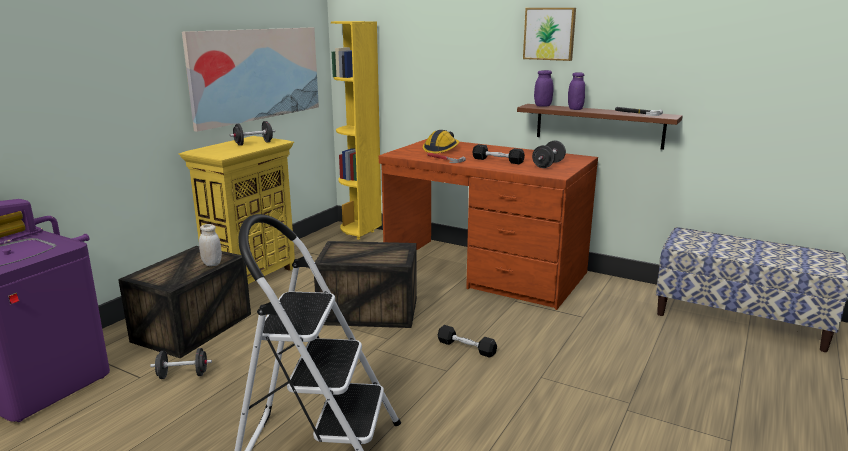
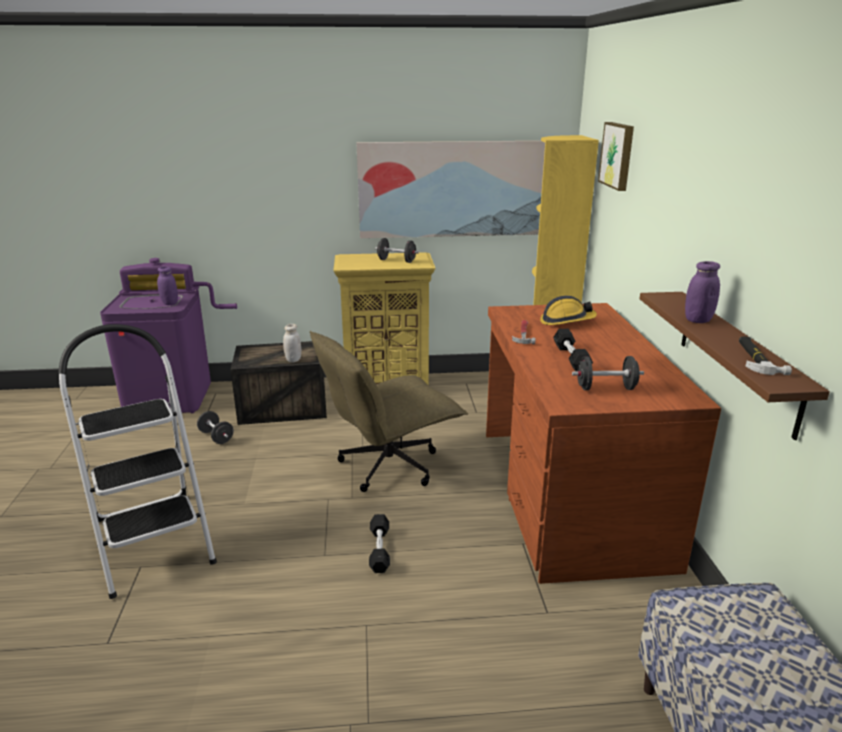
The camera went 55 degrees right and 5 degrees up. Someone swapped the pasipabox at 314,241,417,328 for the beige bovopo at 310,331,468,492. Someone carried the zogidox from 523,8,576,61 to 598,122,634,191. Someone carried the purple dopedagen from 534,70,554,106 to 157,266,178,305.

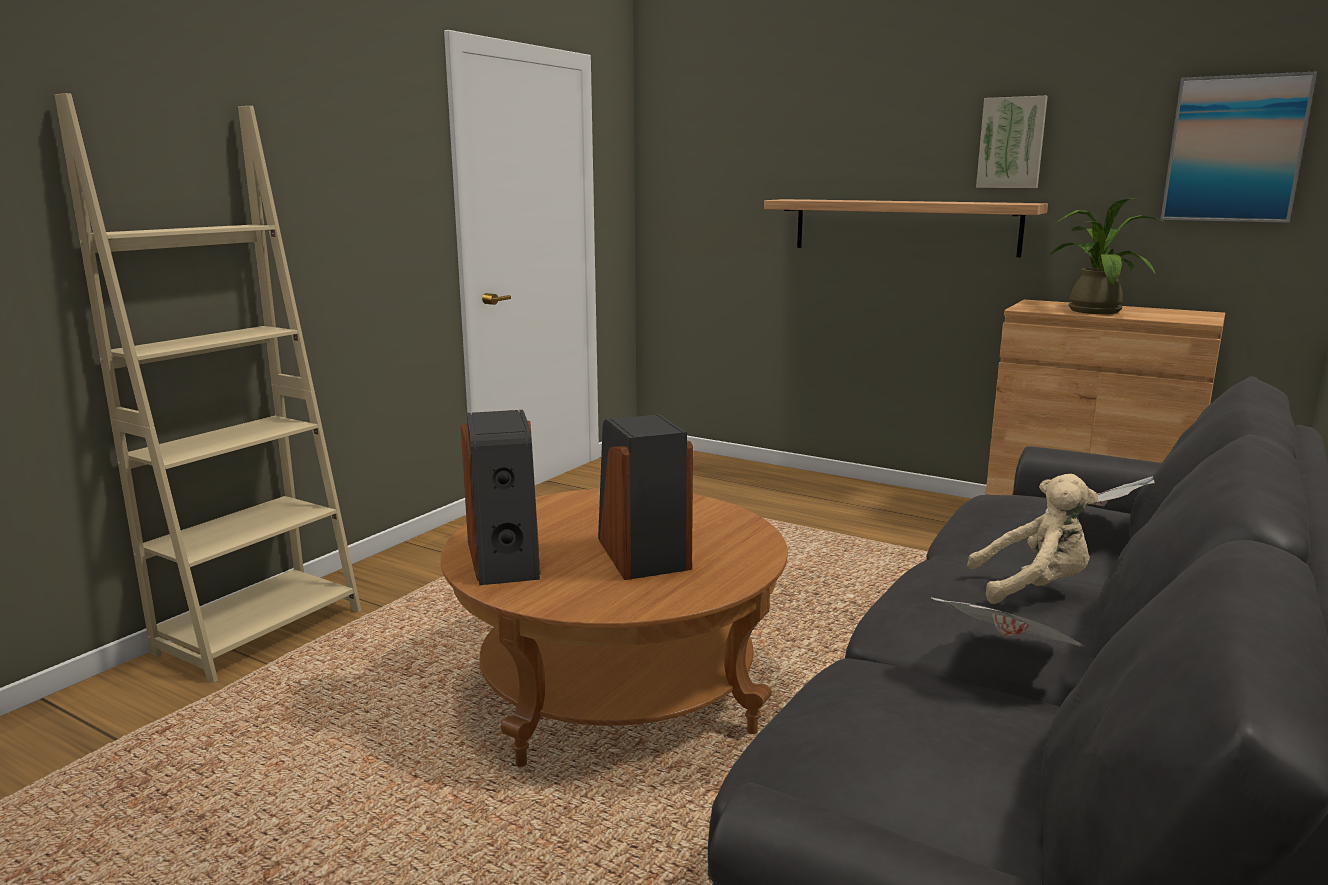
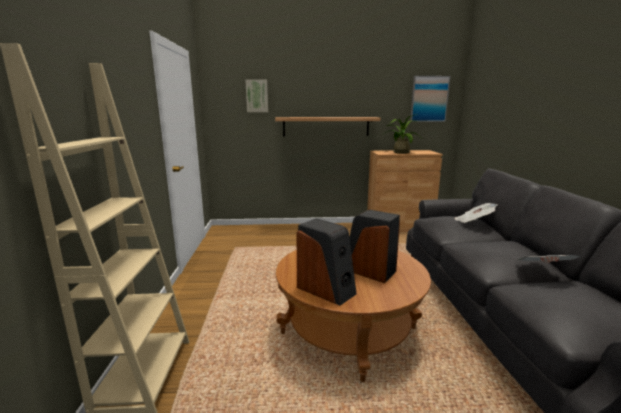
The camera went 35 degrees left and 0 degrees up. Someone took away the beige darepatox at 967,474,1098,604. Someone carried the zogidox from 976,96,1048,188 to 245,79,268,112.

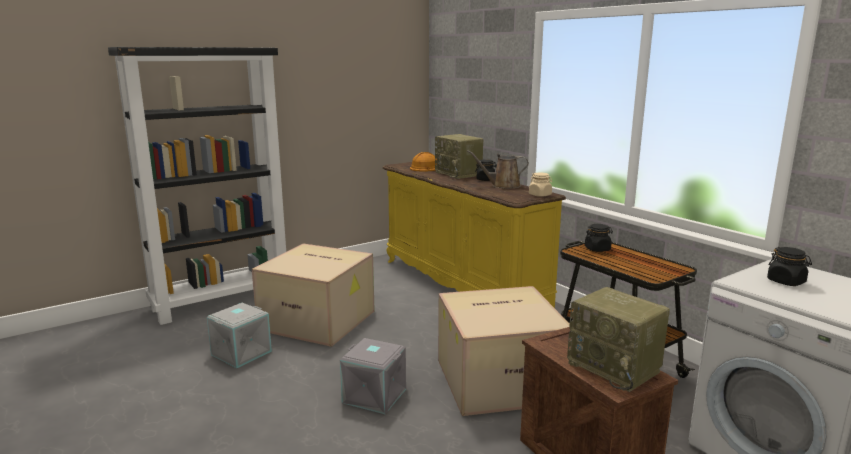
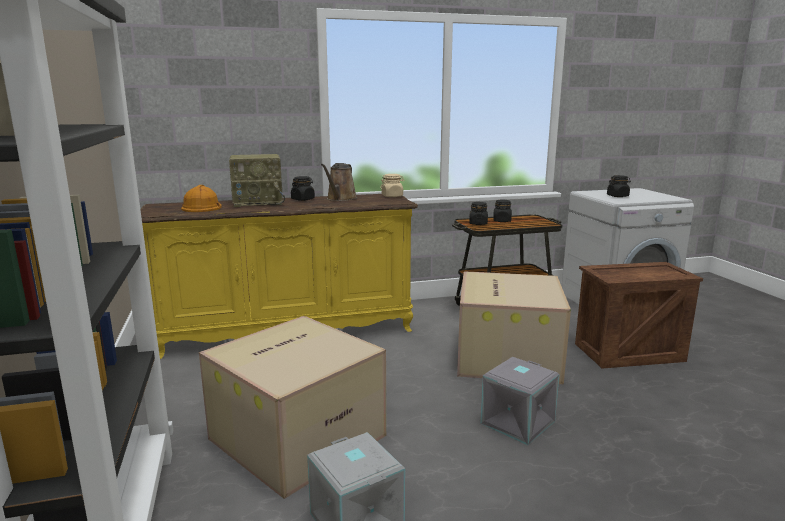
The camera went 70 degrees left and 0 degrees up. Someone took away the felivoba at 567,287,670,392. Someone put down the black dopedagen at 493,200,512,222.

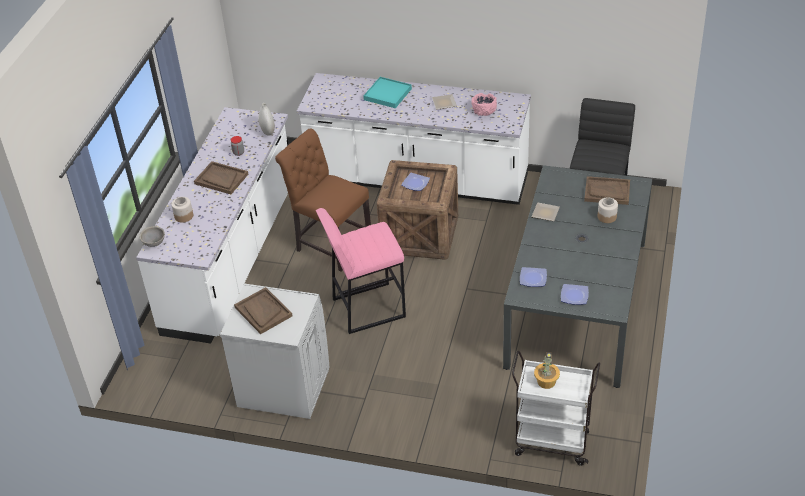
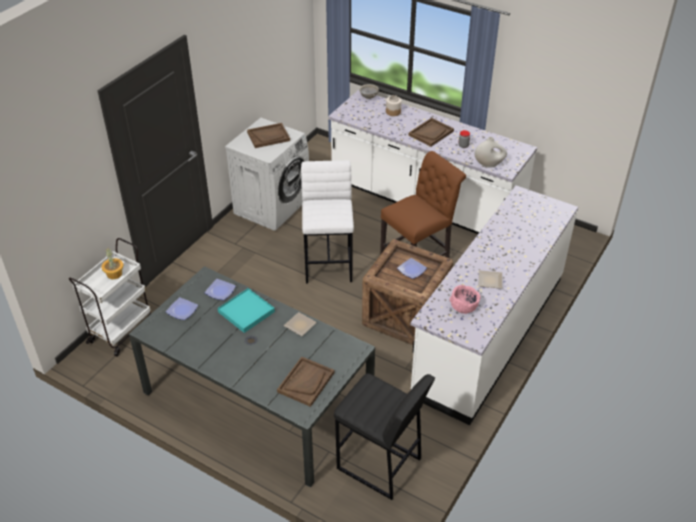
The camera went 105 degrees right and 0 degrees up. Someone repainted the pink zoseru at 316,208,406,334, which became the white zoseru at 301,160,354,284. Someone carried the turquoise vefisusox from 363,77,412,108 to 218,288,275,333. Someone took away the dopedagen at 598,197,618,223.

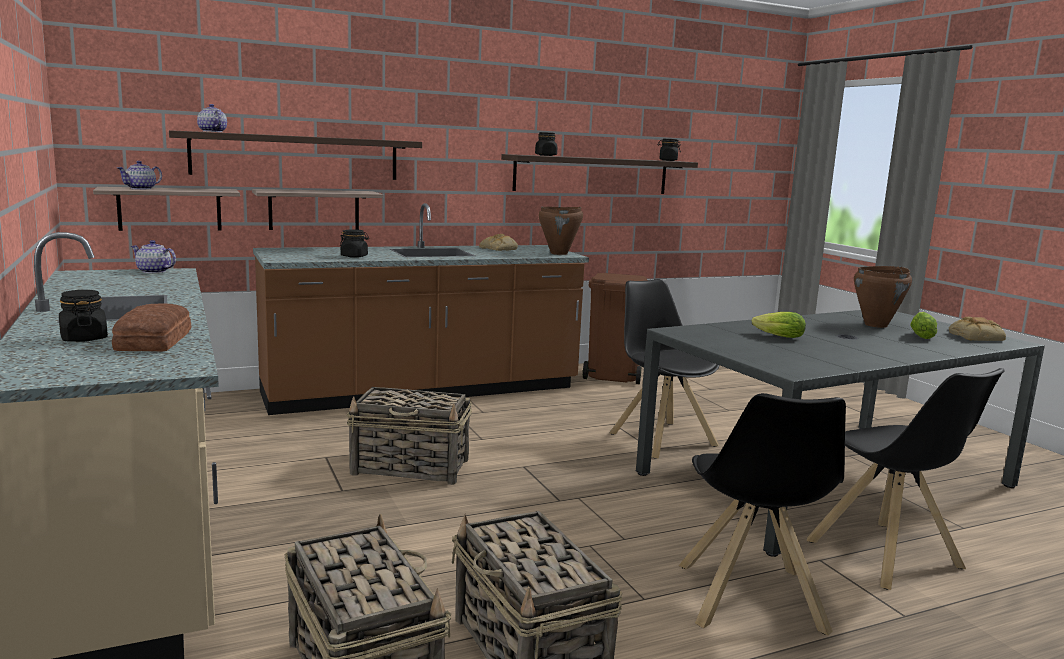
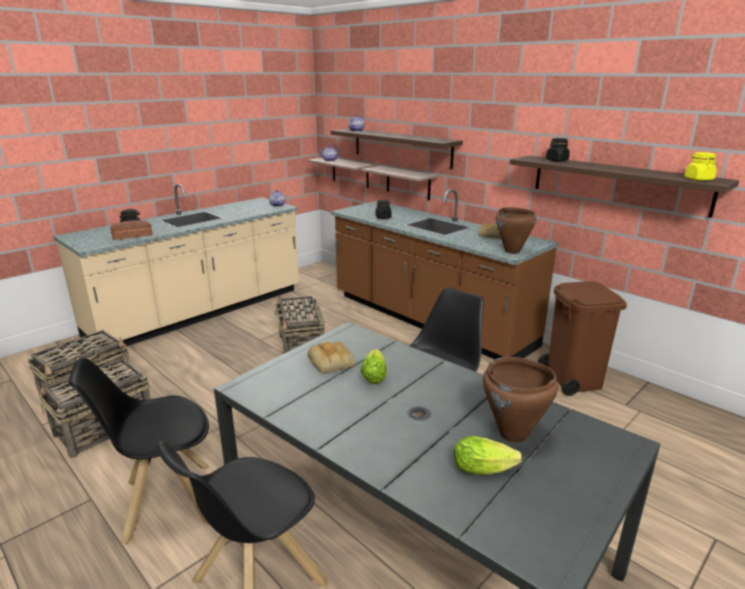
The camera went 70 degrees right and 10 degrees up. Someone repainted the black dopedagen at 658,139,681,161, which became the yellow dopedagen at 684,152,717,181. Someone carried the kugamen from 949,317,1006,341 to 308,341,355,373.

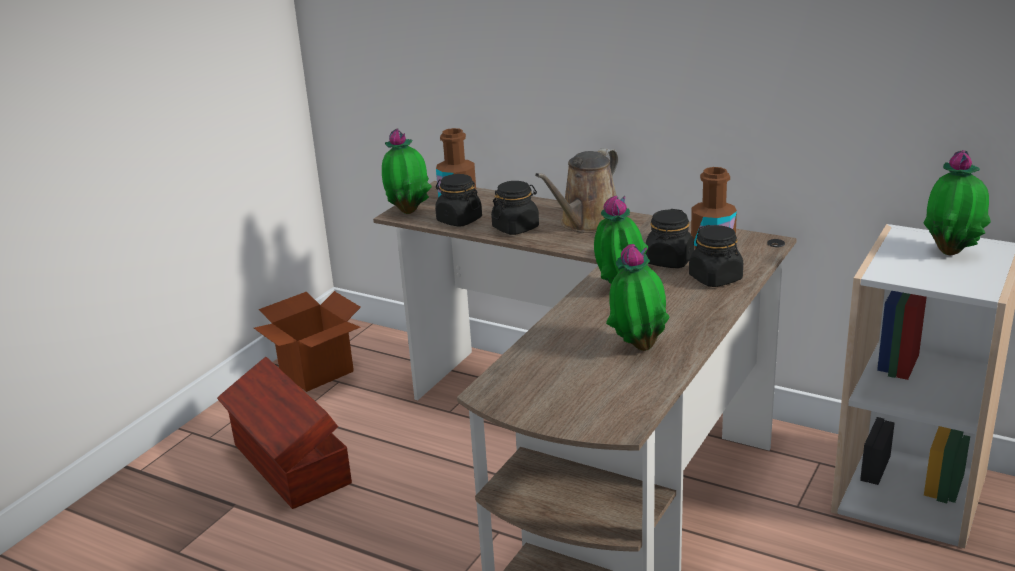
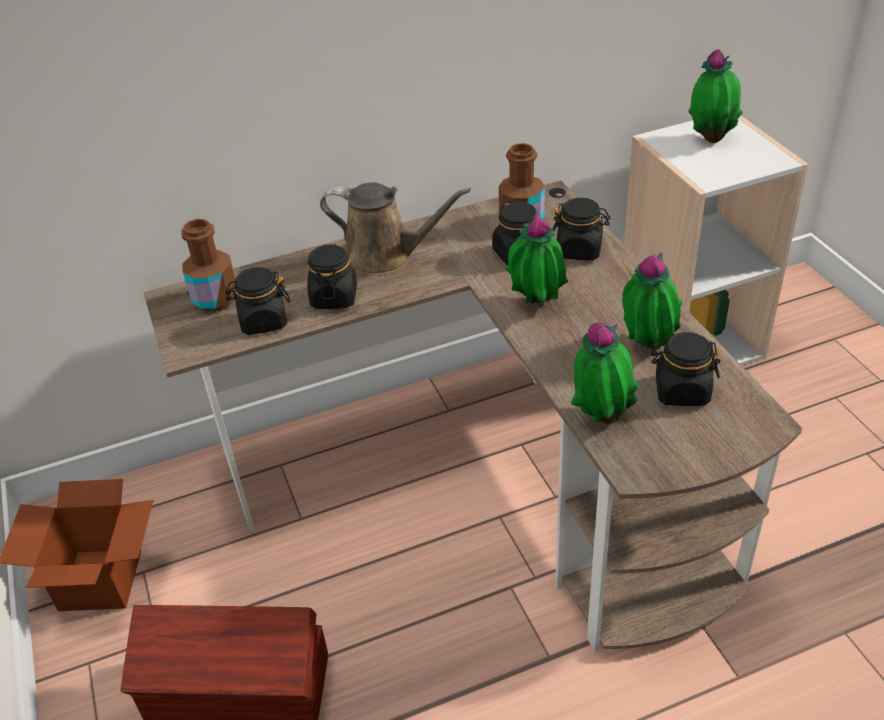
The camera went 50 degrees left and 15 degrees up. Someone carried the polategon from 382,129,432,214 to 571,322,639,424. Someone rotated the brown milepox at 535,148,618,233 by 60 degrees counterclockwise. Someone put down the black dopedagen at 651,332,720,406.

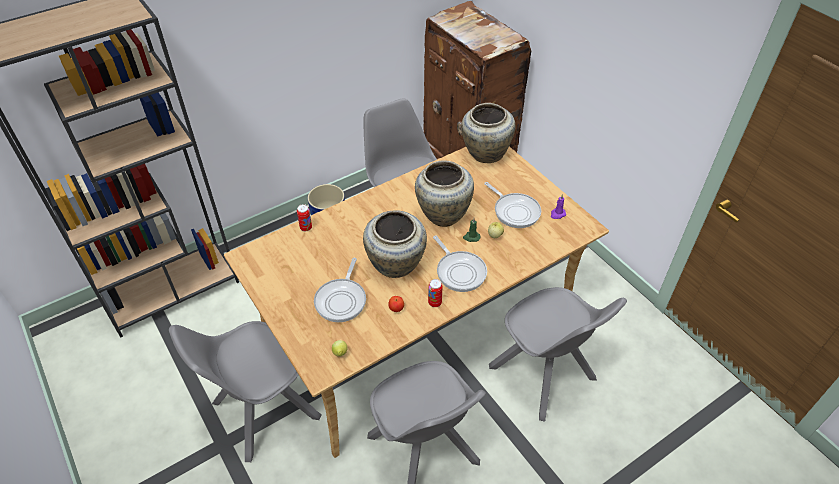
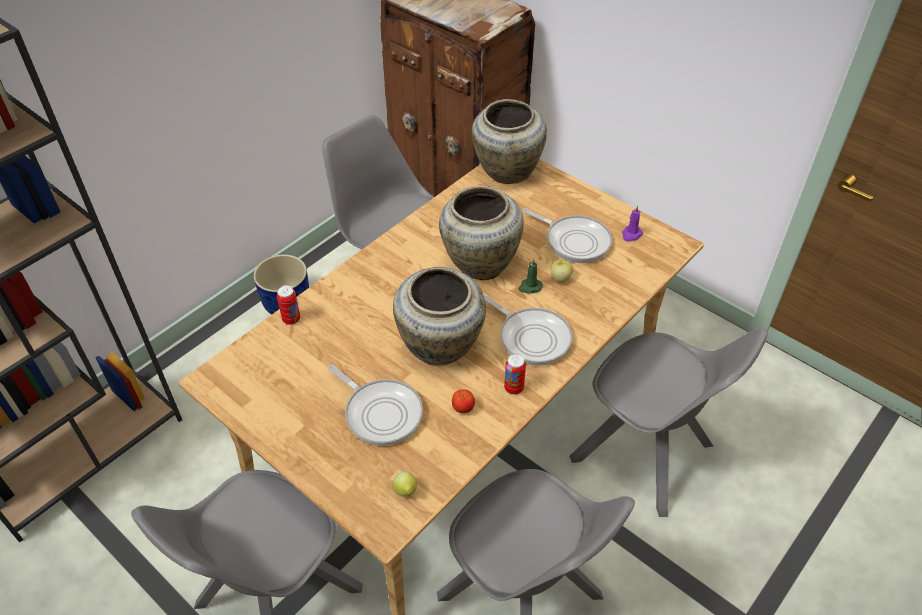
The camera went 15 degrees left and 0 degrees up. Someone rotated the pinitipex at 314,258,366,322 by 45 degrees counterclockwise.

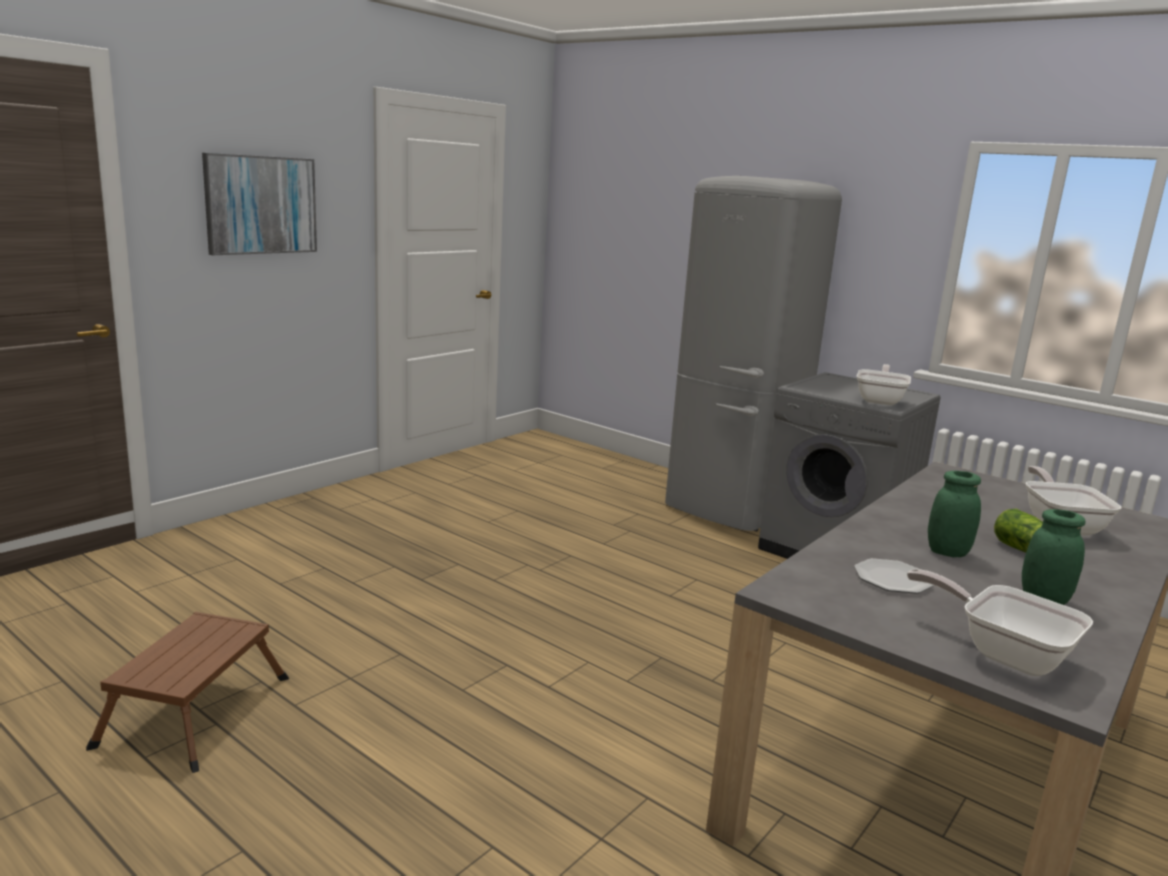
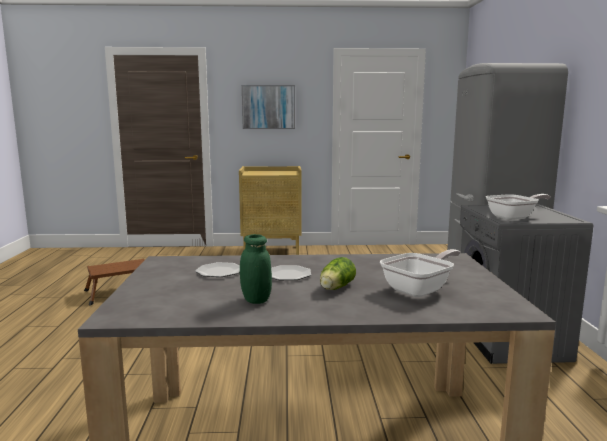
The camera went 50 degrees right and 5 degrees down. Someone took away the pinitipex at 907,569,1093,676. Someone swapped the green dopedagen at 928,471,981,557 for the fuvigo at 271,265,311,280. Someone put down the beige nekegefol at 239,166,301,255.

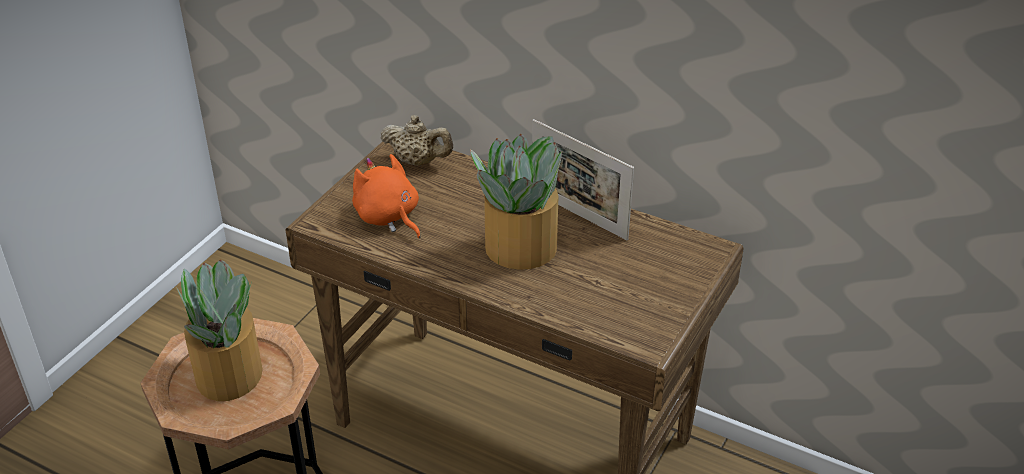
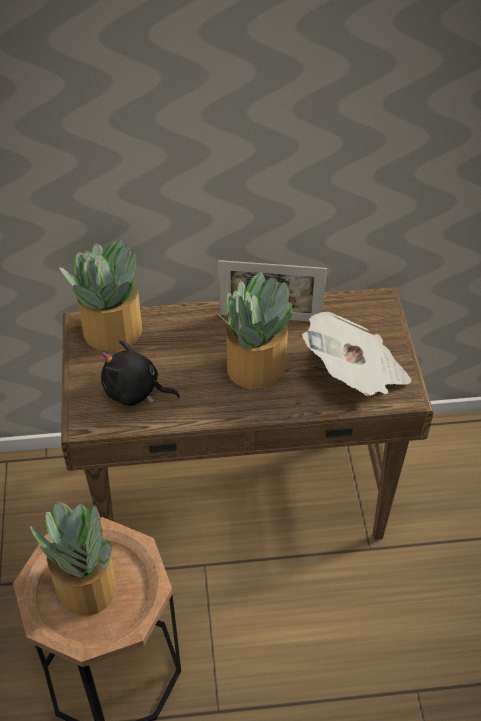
The camera went 35 degrees left and 10 degrees up. Someone repainted the orange darepatox at 352,154,420,238, which became the black darepatox at 101,340,180,406. Someone swapped the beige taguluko at 381,115,453,166 for the polategon at 59,239,142,351. Someone put down the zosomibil at 302,312,411,396.

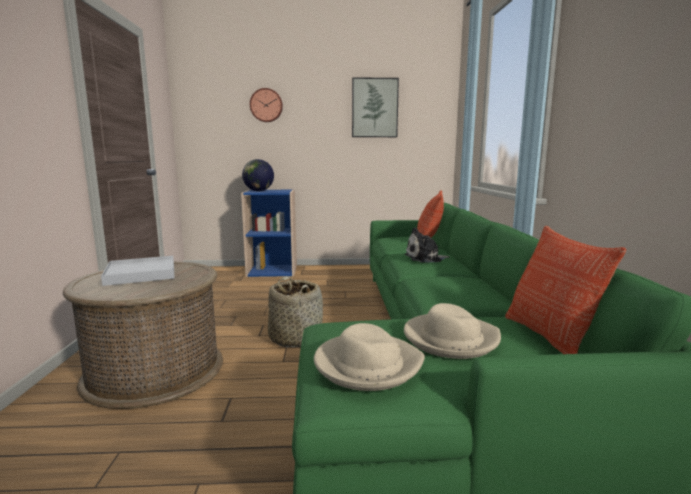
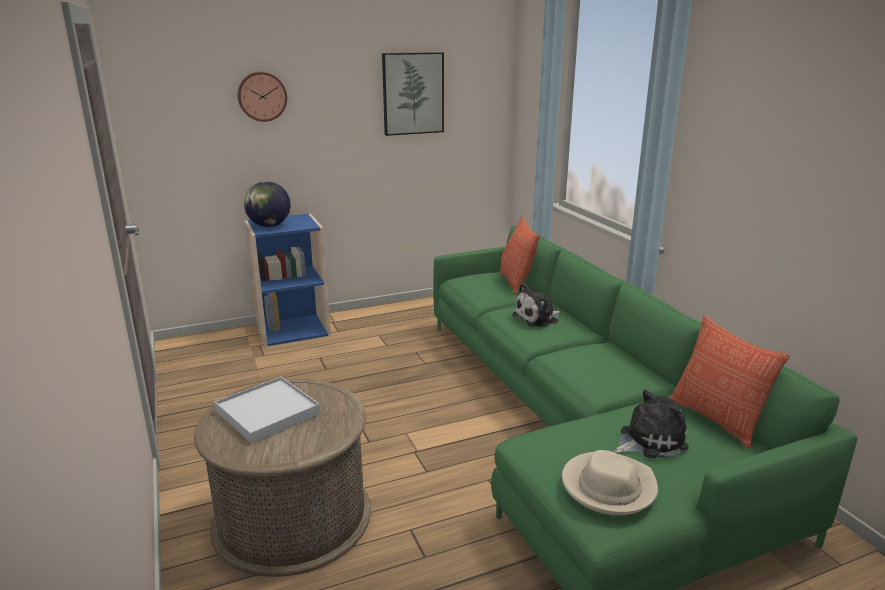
The camera went 20 degrees left and 10 degrees up. Someone took away the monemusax at 268,276,323,348. Someone swapped the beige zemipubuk at 404,303,501,359 for the darepatox at 614,390,689,458.

